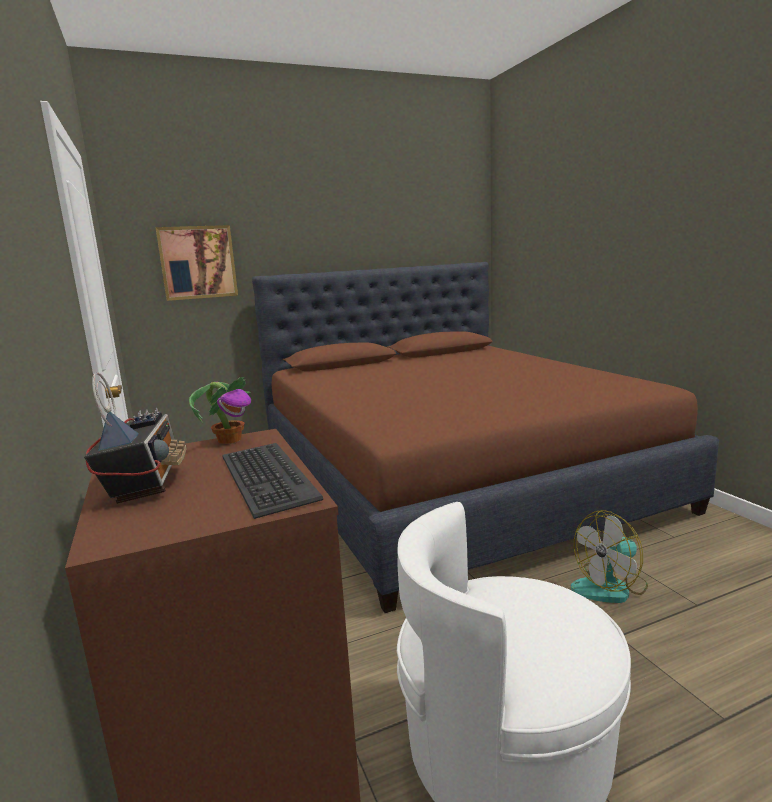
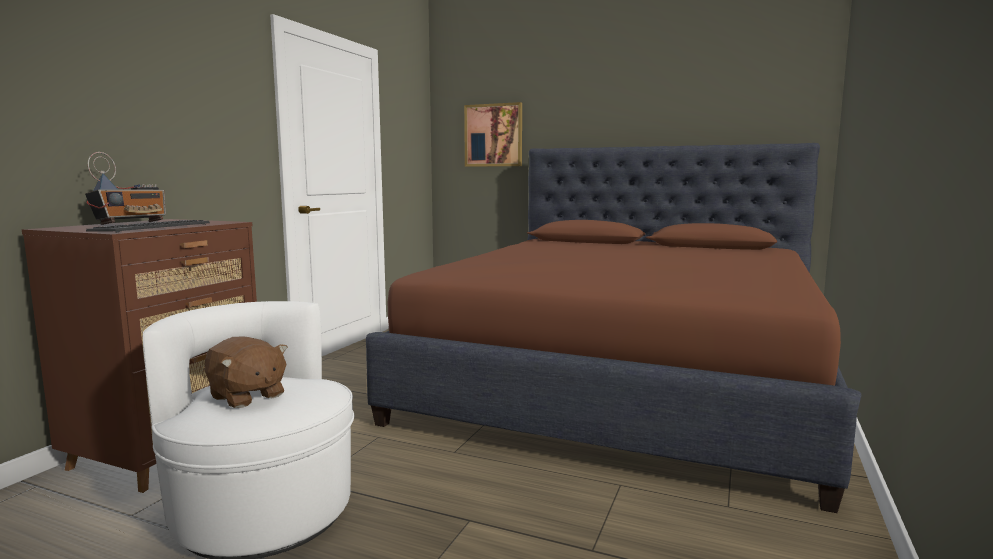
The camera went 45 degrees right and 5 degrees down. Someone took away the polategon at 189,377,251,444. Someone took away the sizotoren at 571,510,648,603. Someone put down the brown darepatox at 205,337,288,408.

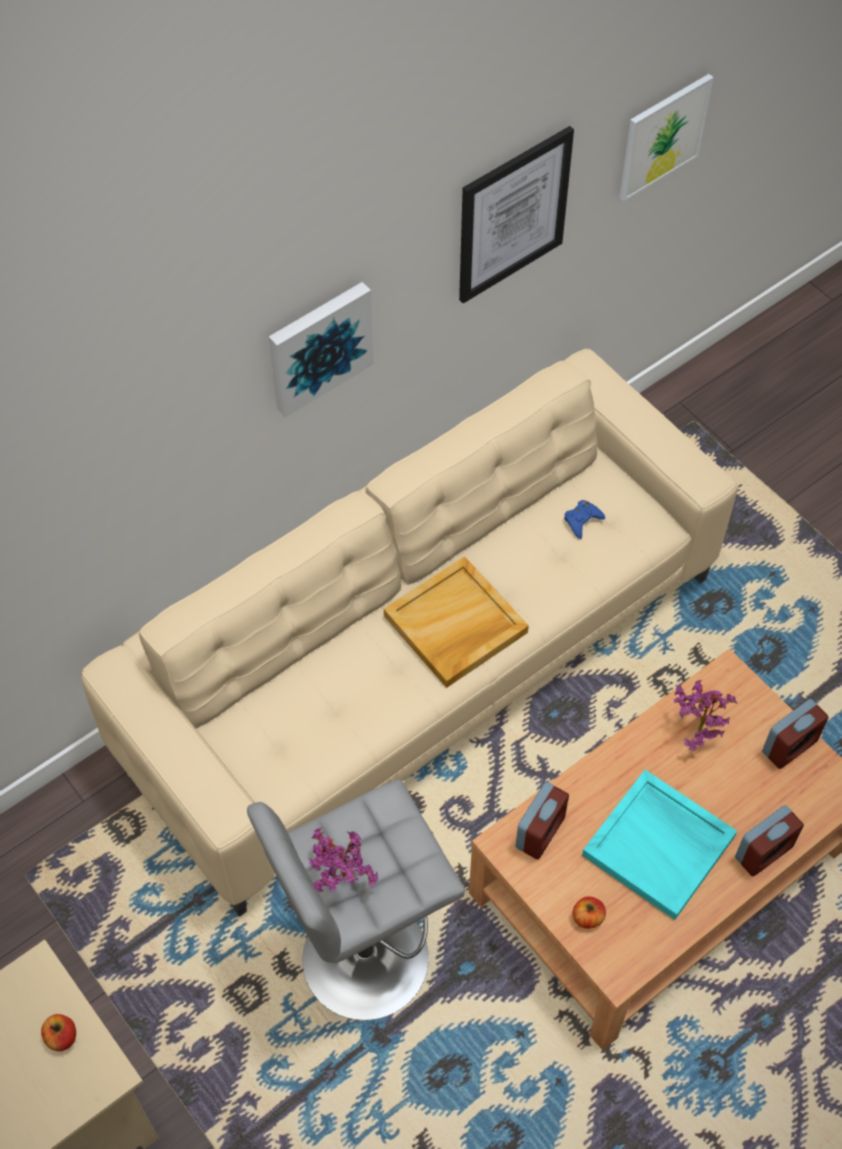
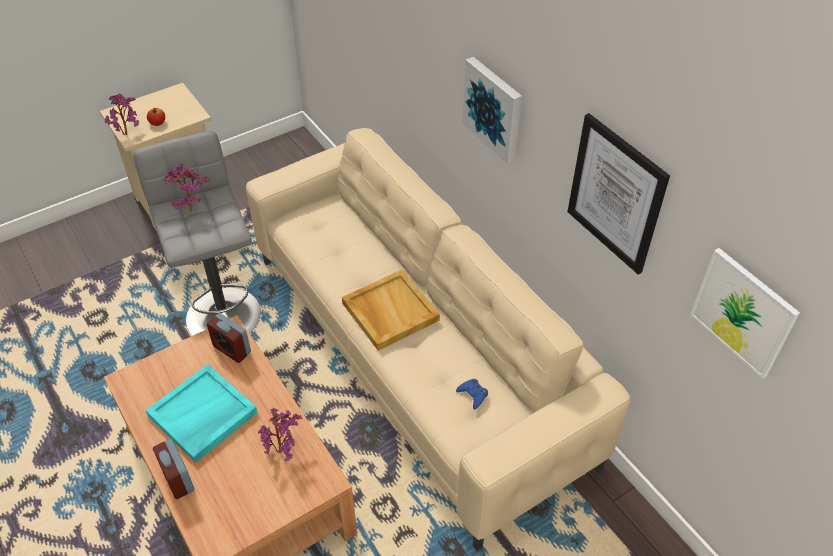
The camera went 95 degrees right and 10 degrees down. Someone took away the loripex at 573,896,606,929. Someone took away the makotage at 762,699,829,769. Someone put down the polategon at 105,93,140,135.

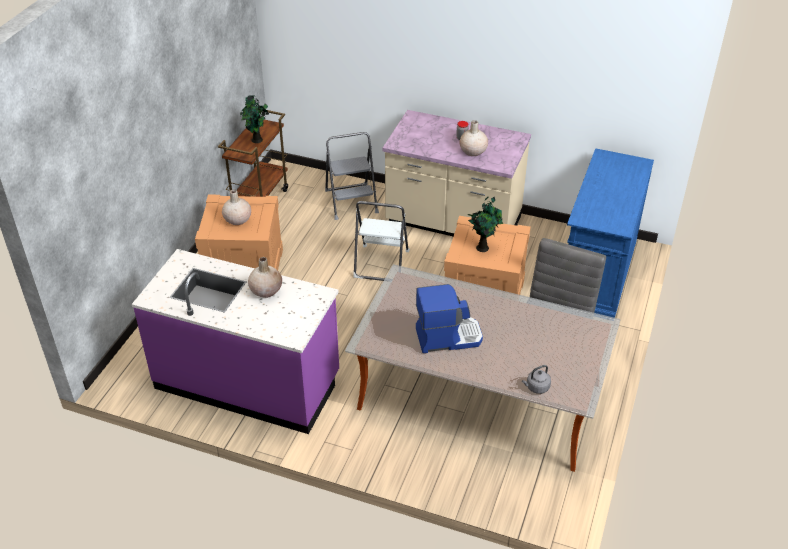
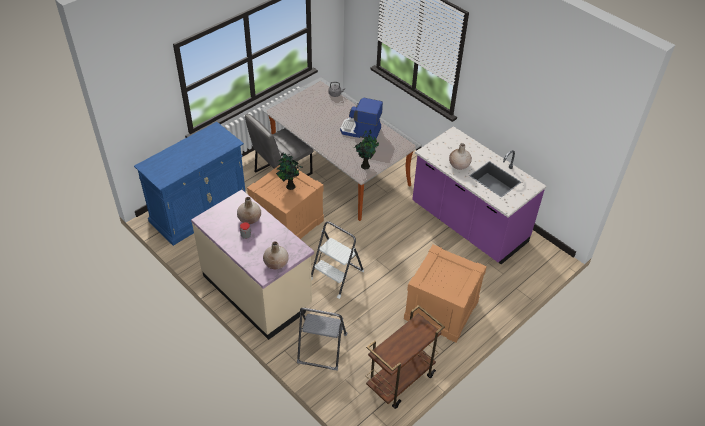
The camera went 155 degrees left and 5 degrees up. Someone carried the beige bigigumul from 222,189,251,225 to 263,241,289,269. Someone carried the polategon from 239,95,269,143 to 353,129,379,169.

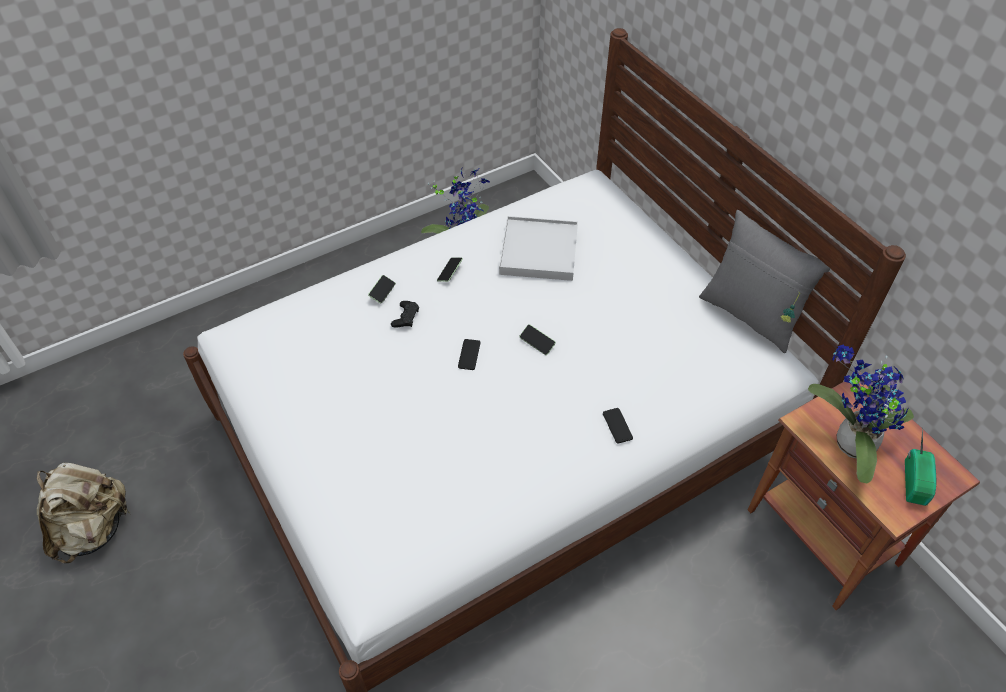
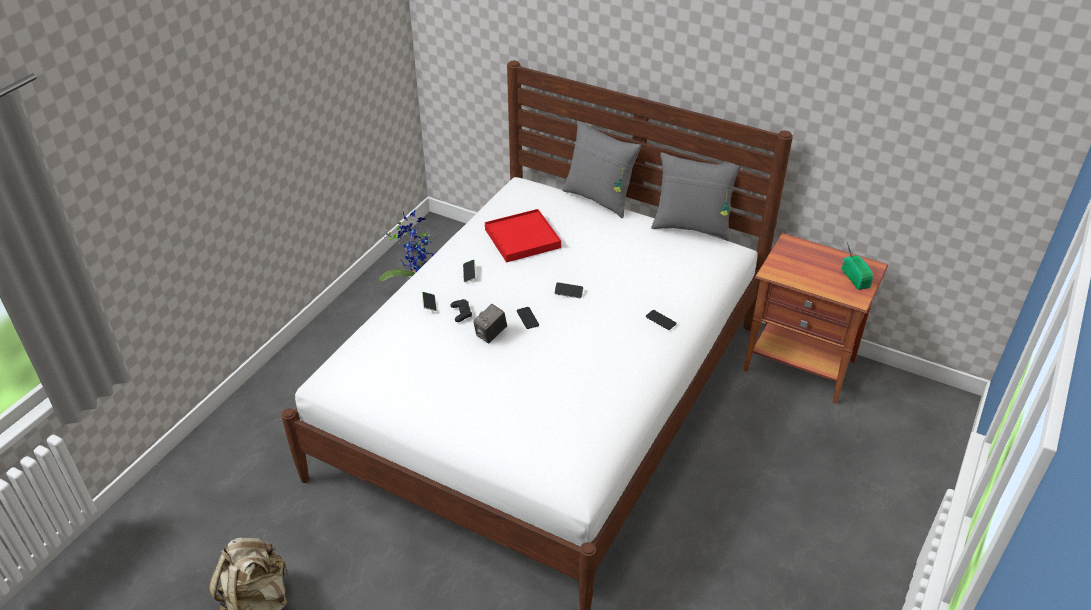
The camera went 30 degrees left and 10 degrees down. Someone repainted the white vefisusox at 499,216,578,281, which became the red vefisusox at 485,209,561,263. Someone took away the polategon at 808,344,914,483. Someone put down the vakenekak at 473,304,507,343. Someone put down the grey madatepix at 562,120,641,218.

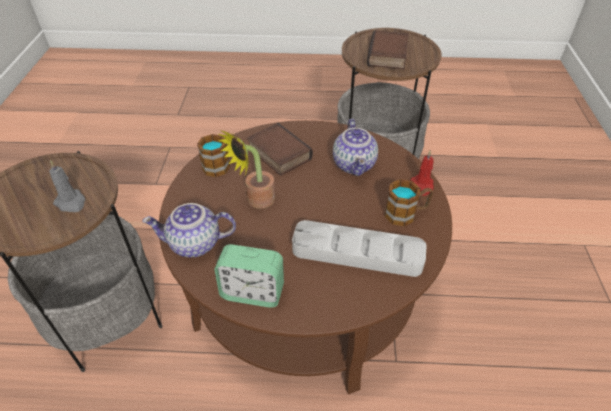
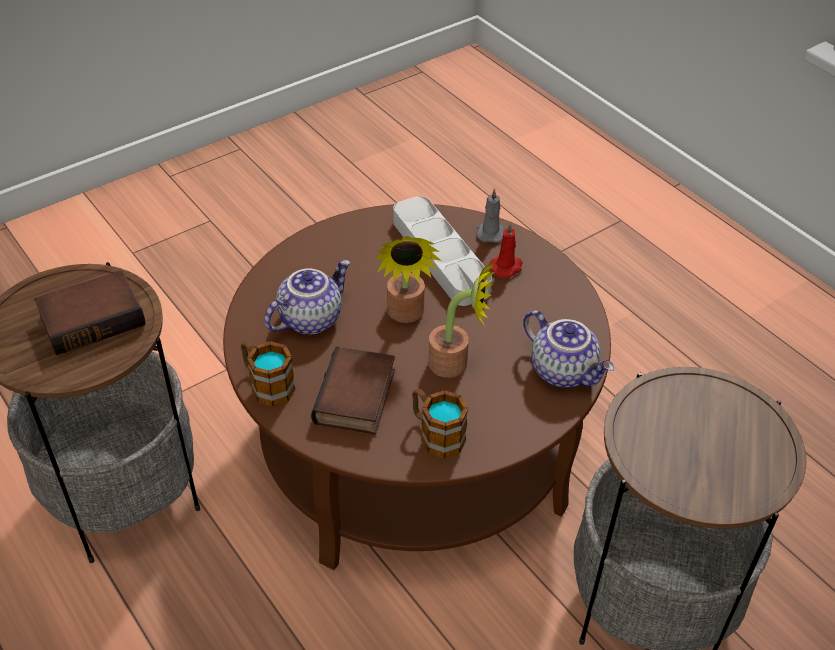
The camera went 130 degrees left and 0 degrees up. Someone carried the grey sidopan from 49,160,85,212 to 476,188,504,243. Someone took away the makotage at 214,244,284,308. Someone carried the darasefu from 385,179,433,226 to 241,341,295,407. Someone carried the red sidopan from 410,150,434,196 to 489,222,523,278. Someone put down the polategon at 374,236,441,323.

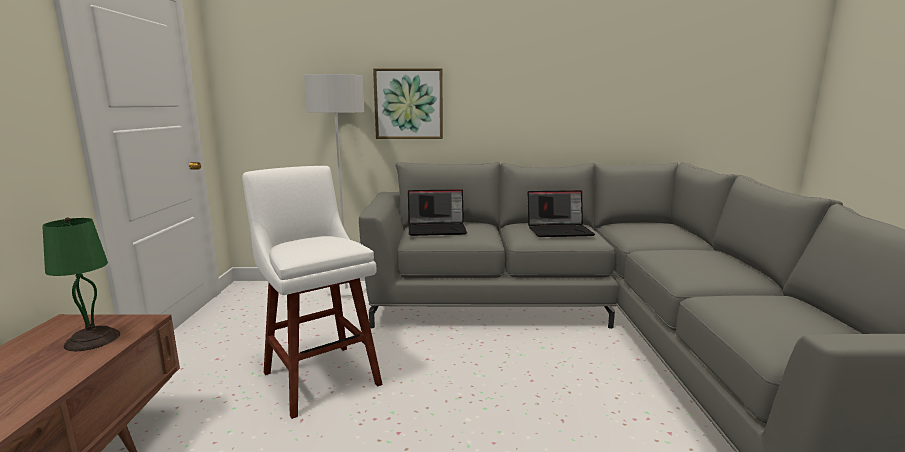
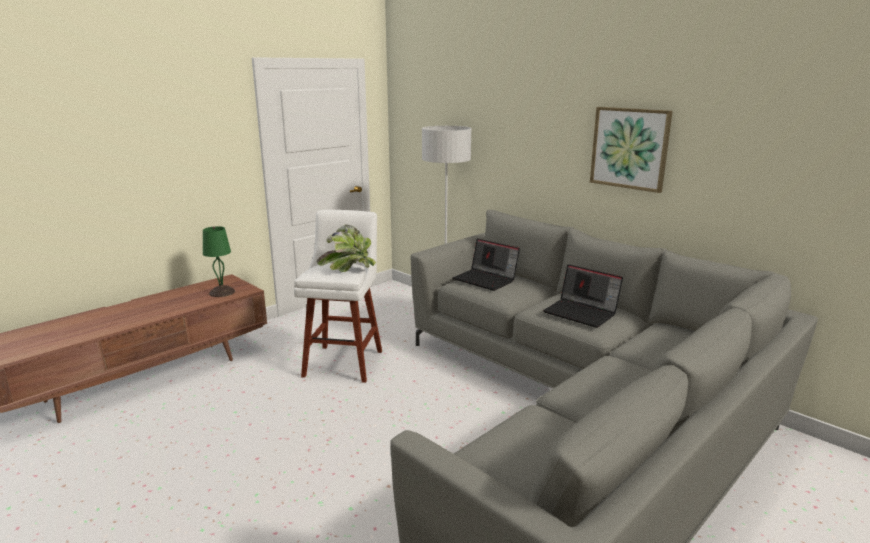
The camera went 45 degrees right and 5 degrees up. Someone carried the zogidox from 373,68,443,139 to 590,107,673,193. Someone put down the polategon at 317,224,376,272.

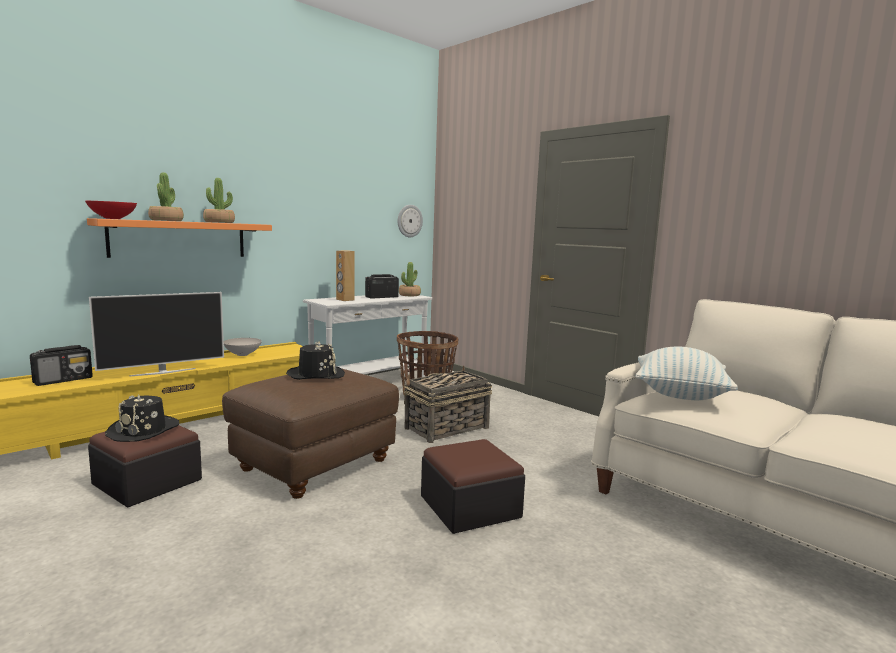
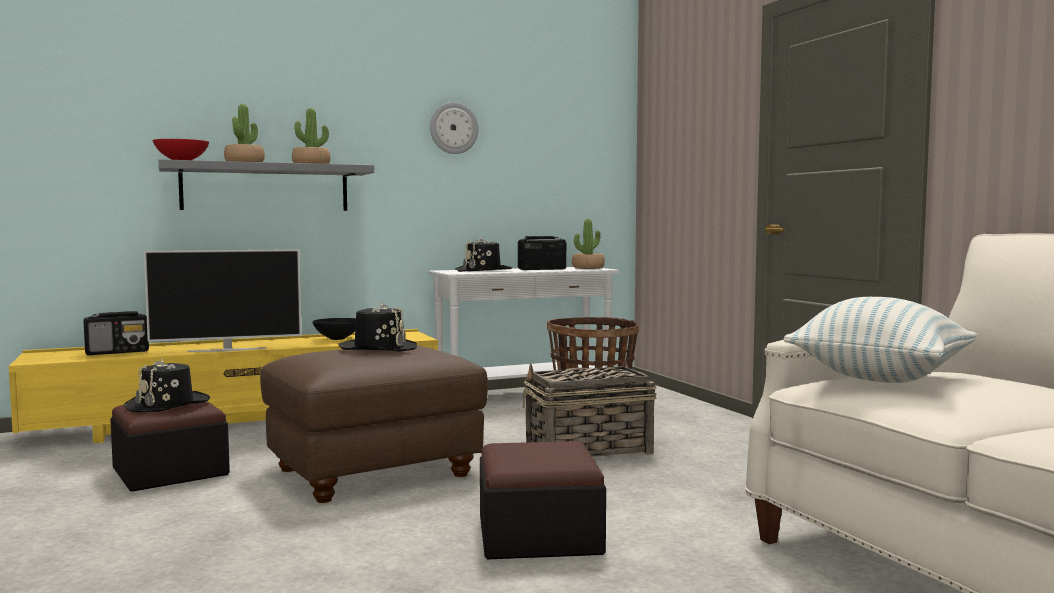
The camera went 20 degrees right and 5 degrees down. Someone repainted the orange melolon at 87,218,272,258, which became the grey melolon at 159,159,374,211. Someone repainted the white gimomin at 224,338,262,356, which became the black gimomin at 312,318,356,340. Someone swapped the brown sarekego at 336,250,355,301 for the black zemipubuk at 455,237,512,272. Someone carried the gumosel from 398,205,423,237 to 430,102,479,154.

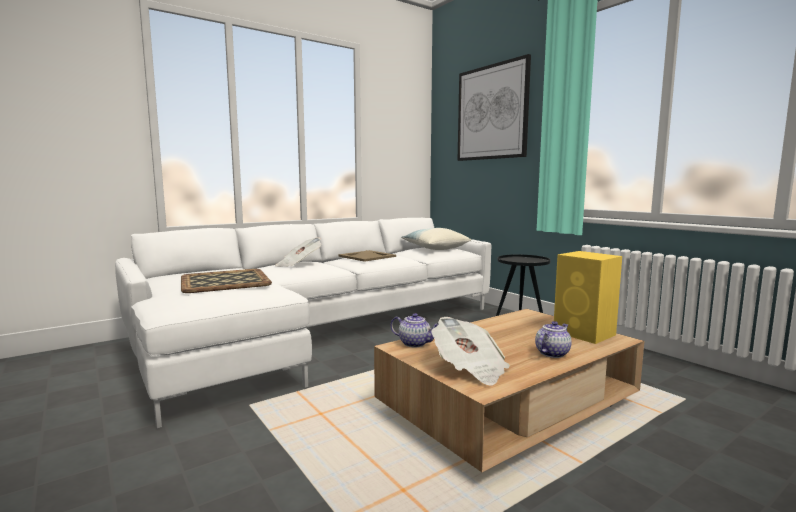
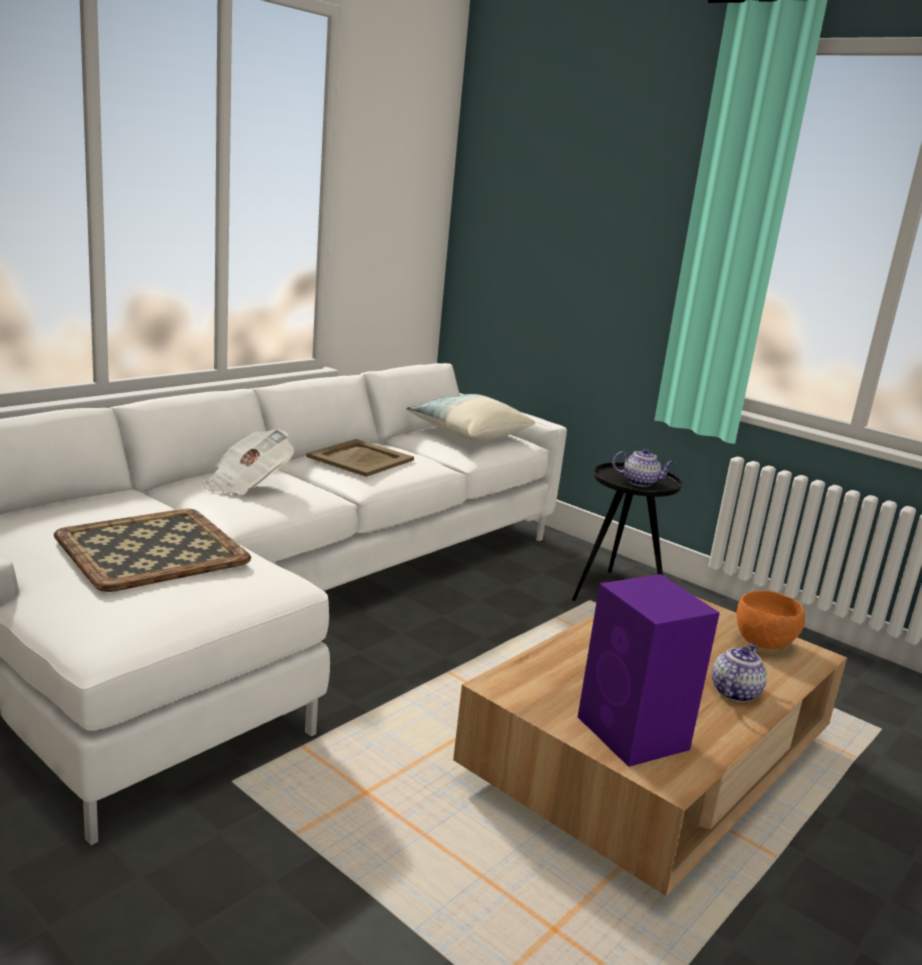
The camera went 15 degrees left and 10 degrees up. Someone carried the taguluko from 391,313,438,348 to 613,448,675,487. Someone swapped the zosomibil at 431,317,510,386 for the purple sarekego at 578,574,720,767. Someone took away the zogidox at 458,54,531,161. Someone swapped the yellow sarekego at 554,251,622,344 for the orange gimomin at 736,591,805,649.

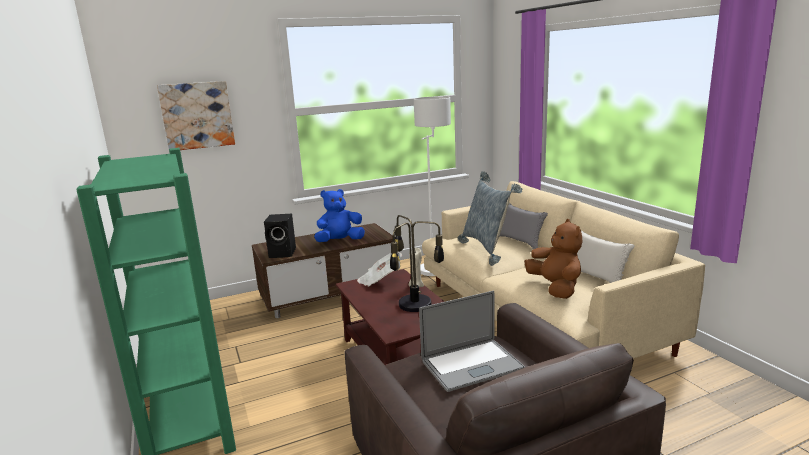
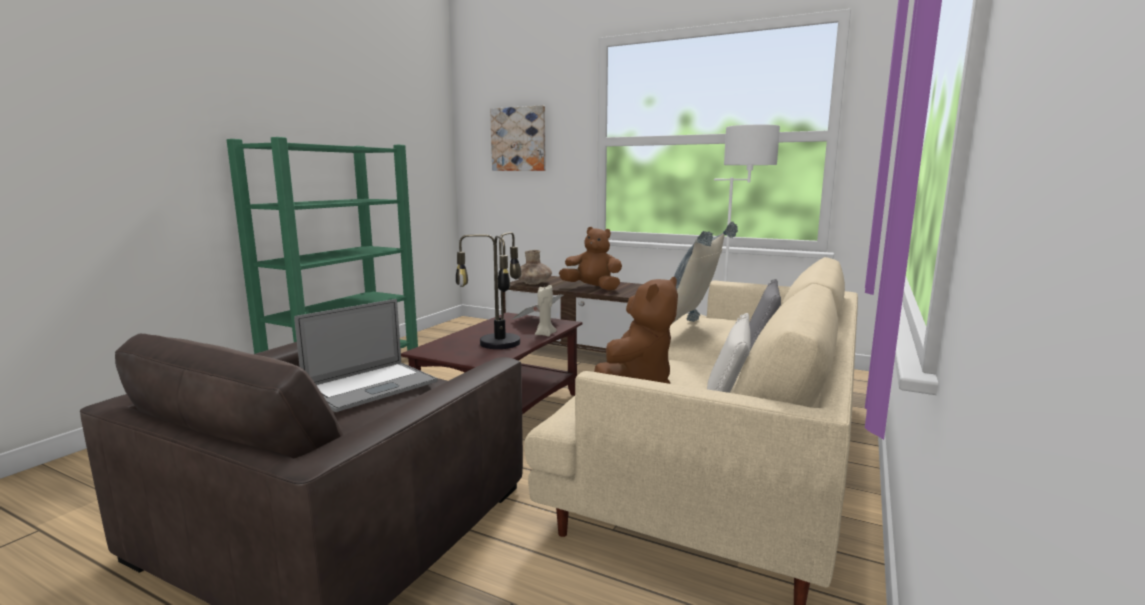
The camera went 50 degrees right and 5 degrees down. Someone swapped the black sarekego at 264,214,296,258 for the brown bigigumul at 518,250,552,285. Someone repainted the blue darepatox at 314,189,365,242, which became the brown darepatox at 559,227,622,291. Someone rotated the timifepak at 419,291,525,392 by 75 degrees counterclockwise.

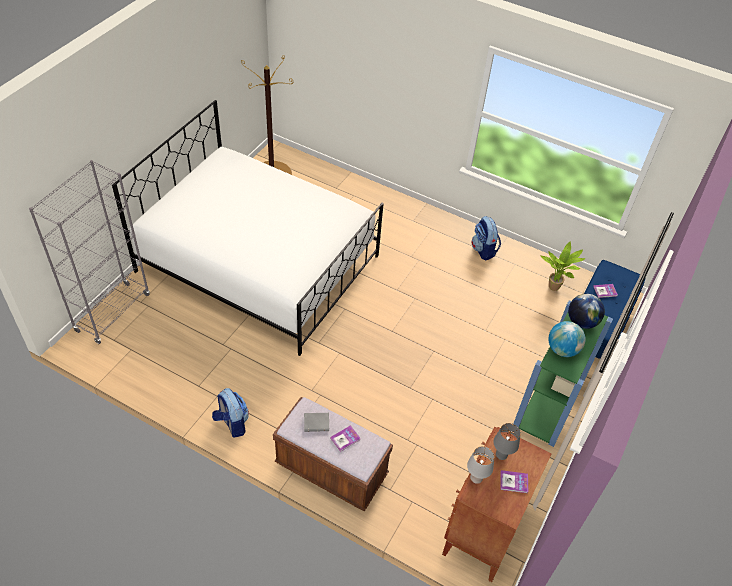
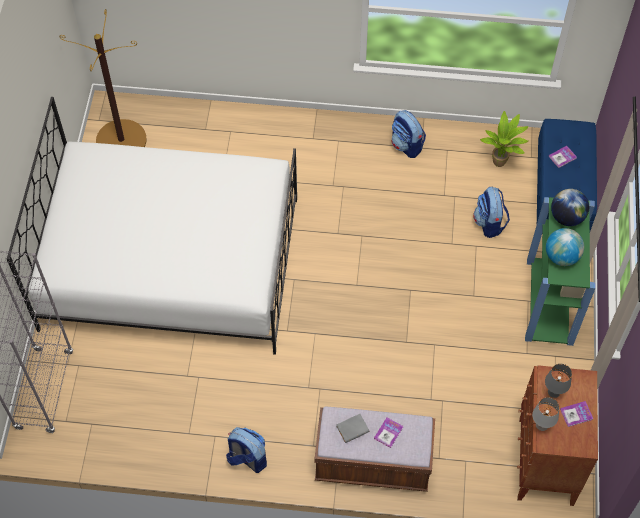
The camera went 20 degrees left and 10 degrees up. Someone put down the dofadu at 473,187,510,238.

